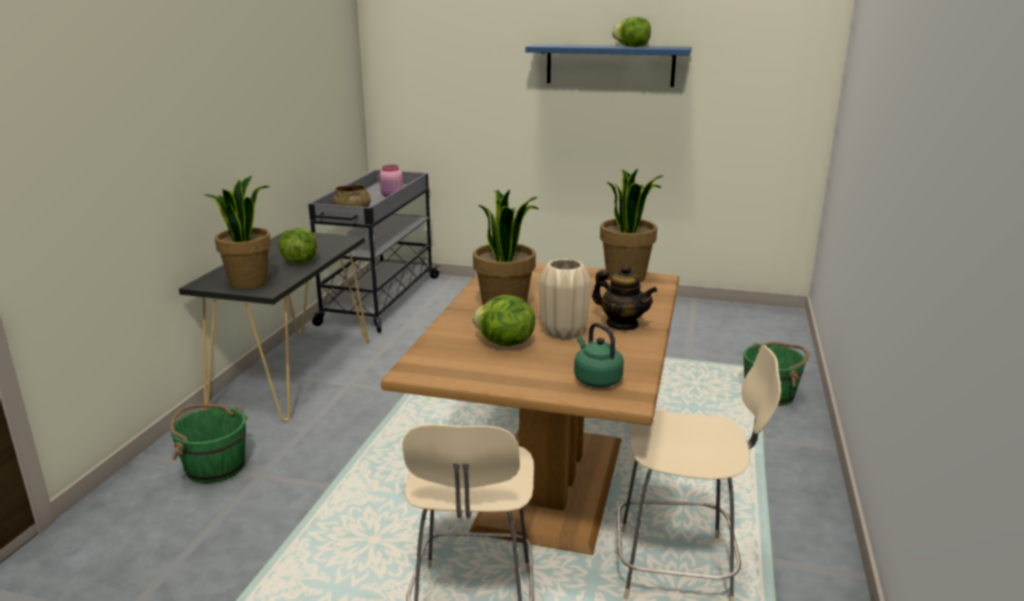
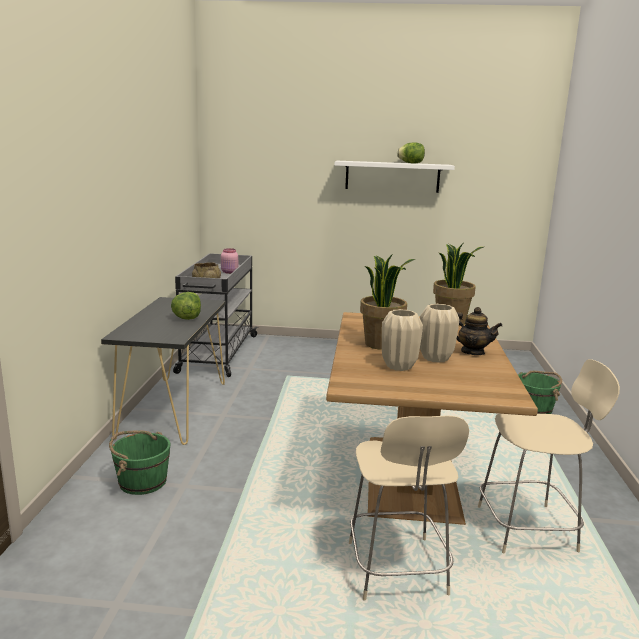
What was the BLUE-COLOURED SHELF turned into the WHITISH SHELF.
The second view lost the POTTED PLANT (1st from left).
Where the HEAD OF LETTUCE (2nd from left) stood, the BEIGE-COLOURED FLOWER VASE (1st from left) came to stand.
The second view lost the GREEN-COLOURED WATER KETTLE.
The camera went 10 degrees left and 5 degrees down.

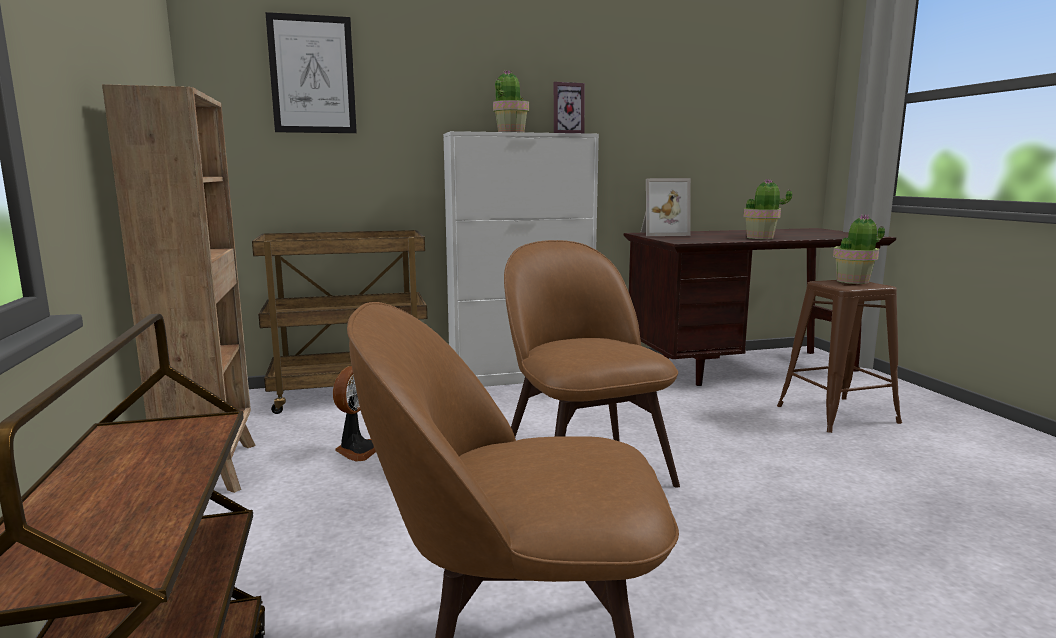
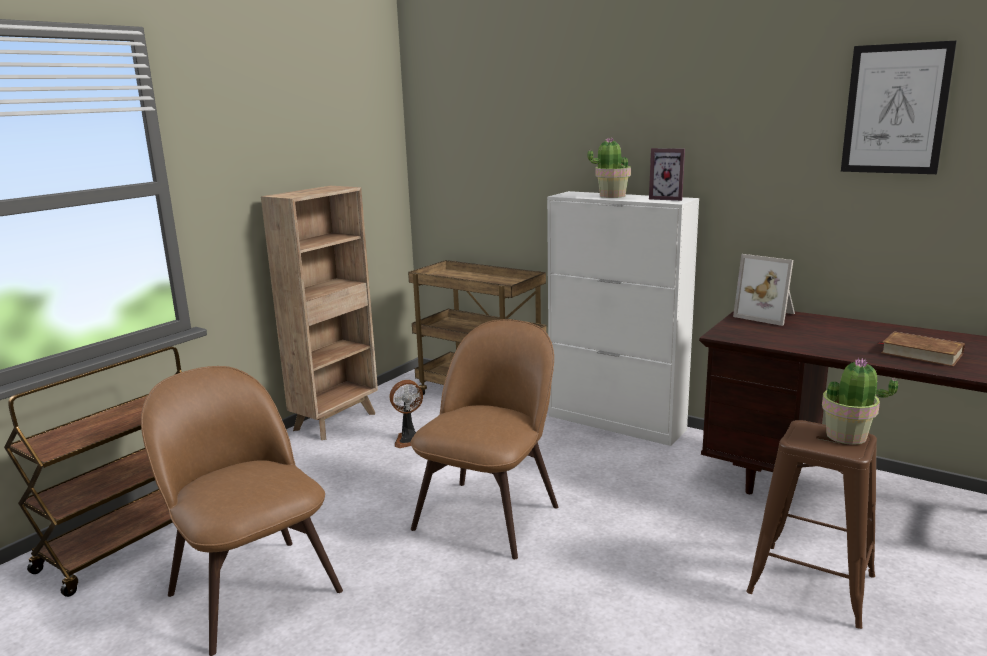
The WALL PICTURE ended up elsewhere.
The second view lost the POTTED PLANT (2nd from left).
The second view gained the BROWN-COLOURED VOLUME.
The camera went 50 degrees right and 5 degrees up.

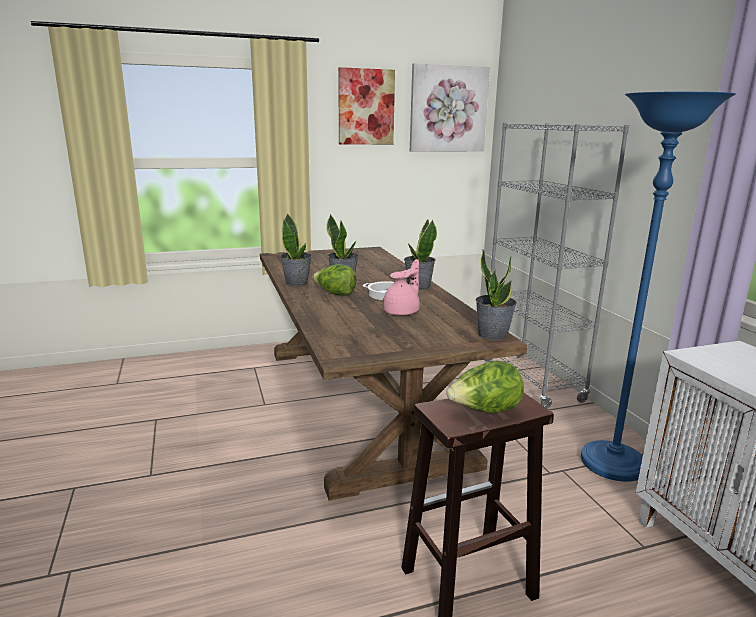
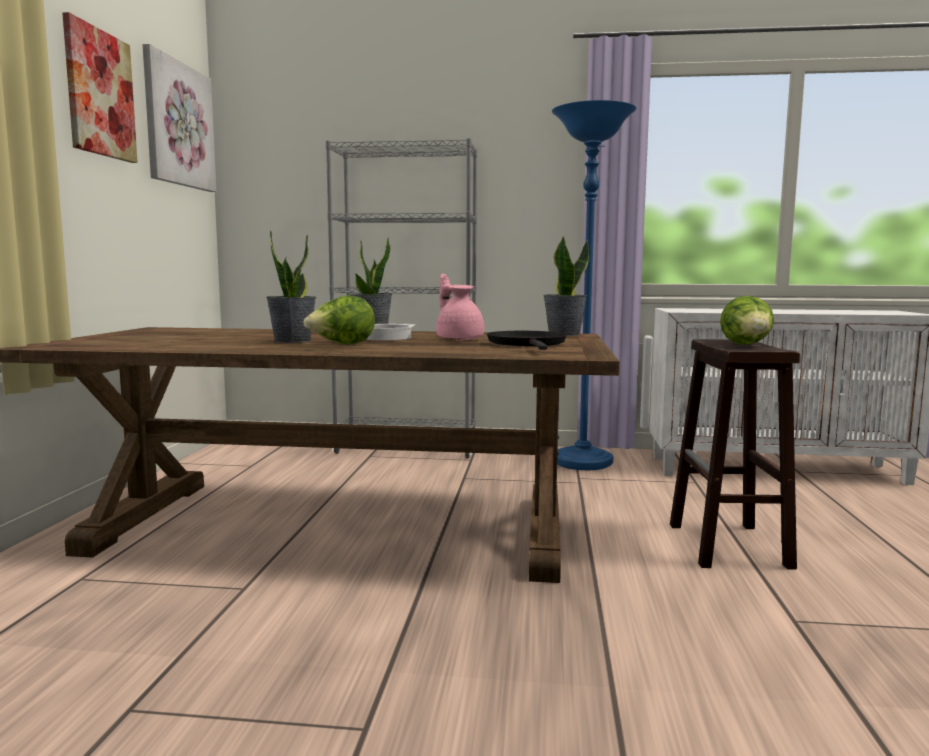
The second view lost the POTTED PLANT (1st from left).
The second view gained the BLACK FRYING PAN.
The camera went 65 degrees left and 10 degrees down.

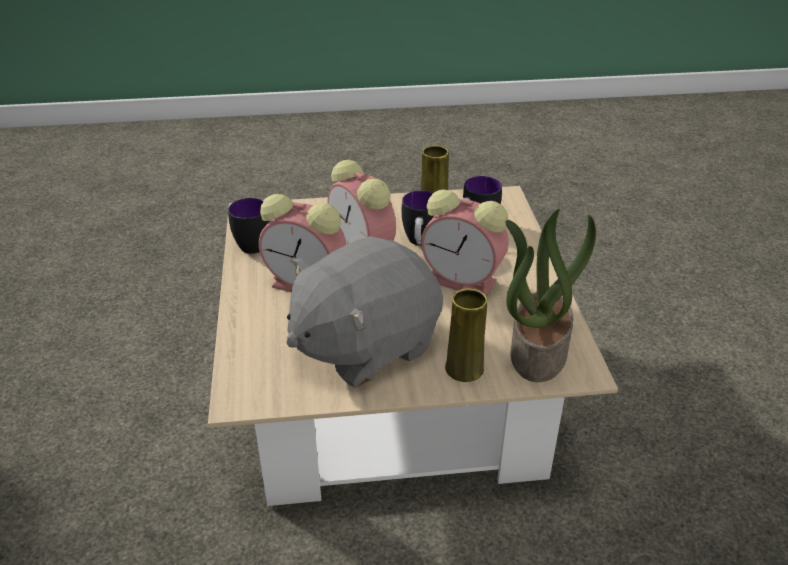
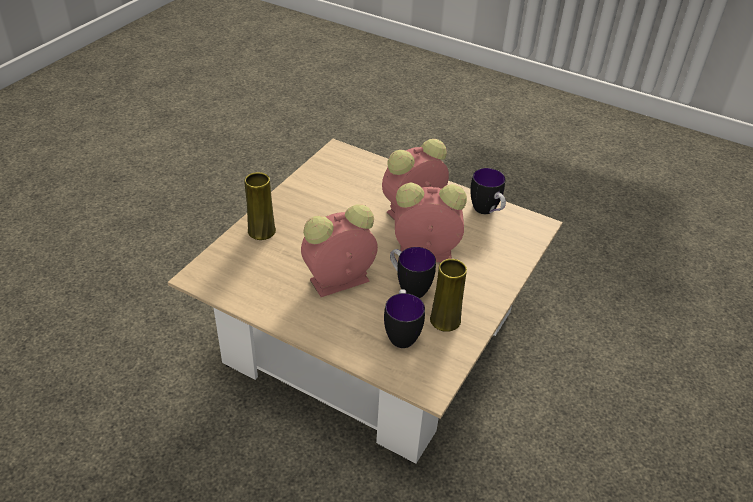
The second view lost the POTTED PLANT.
The second view lost the GRAY SOFT TOY.
The camera went 125 degrees right and 5 degrees up.

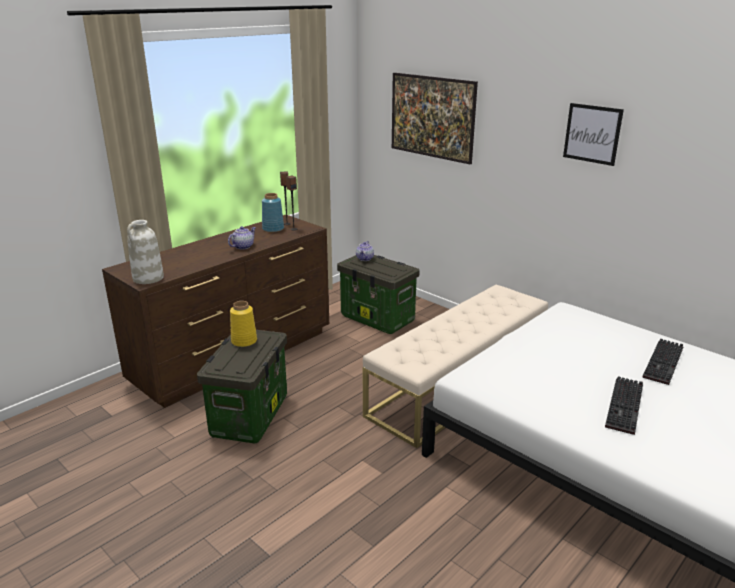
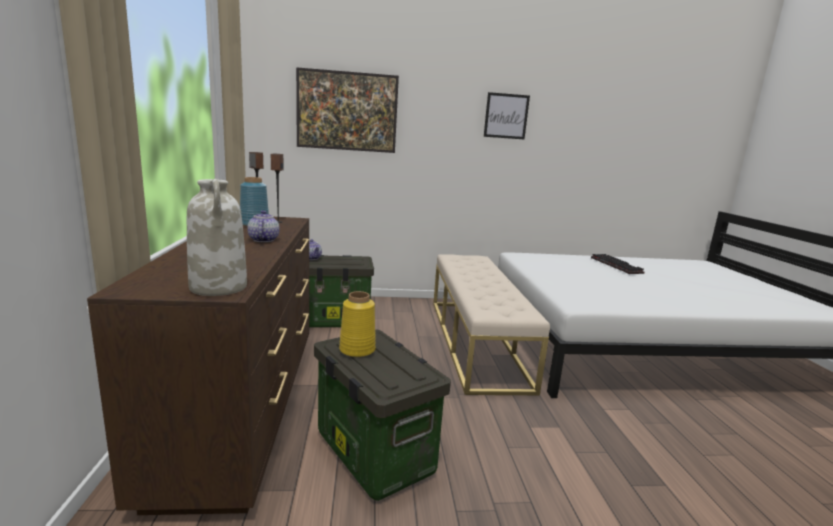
The second view lost the KEYBOARD (1st from left).
The camera went 50 degrees left and 10 degrees down.

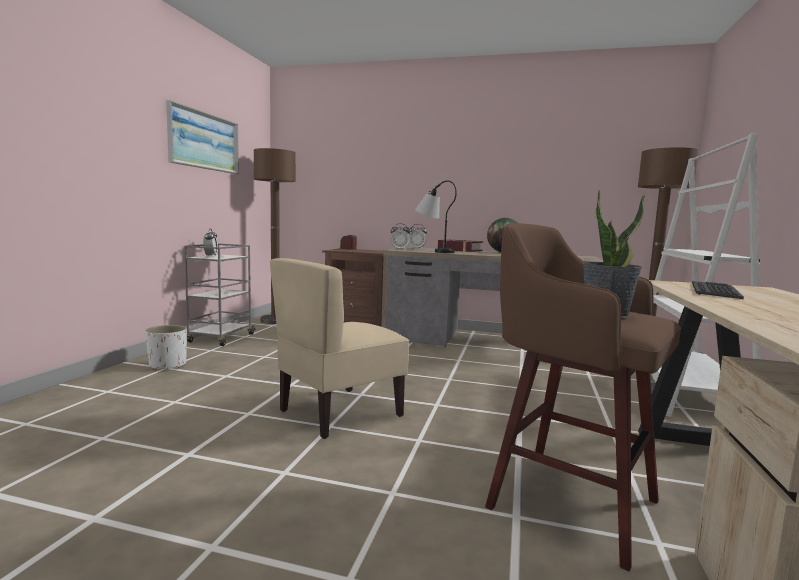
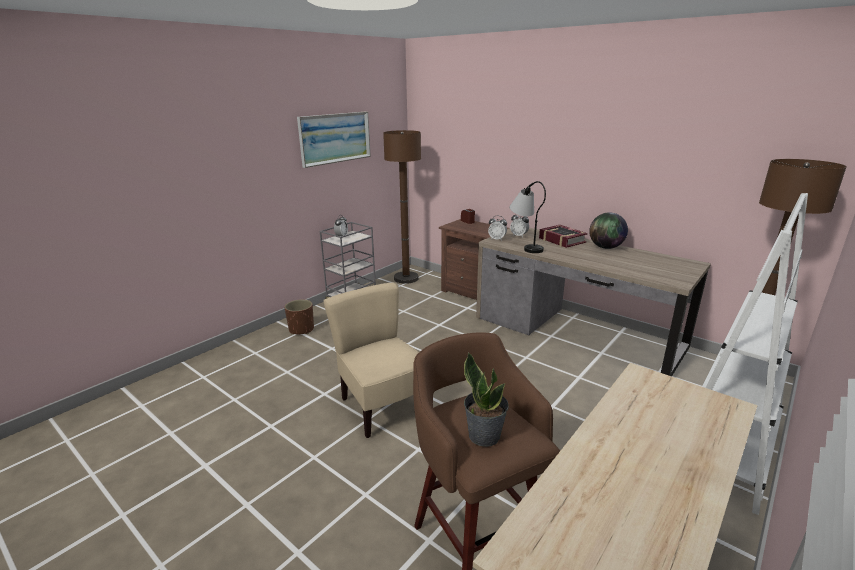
The BEIGE-COLOURED PLAIN CHAIR ended up facing another way, 75 degrees clockwise from before.
The second view lost the KEYBOARD.
What was the WHITISH PLANT POT turned into the BROWN-COLOURED PLANT POT.
The camera went 25 degrees right and 15 degrees up.

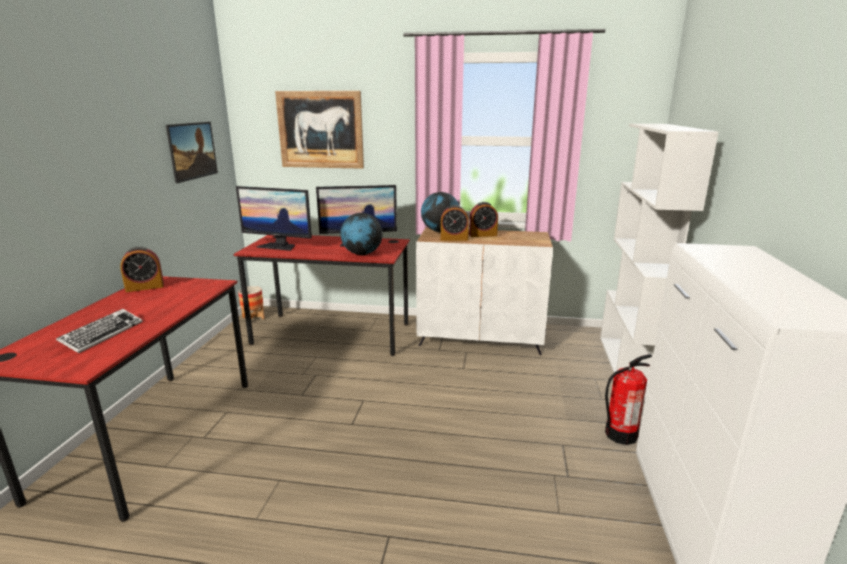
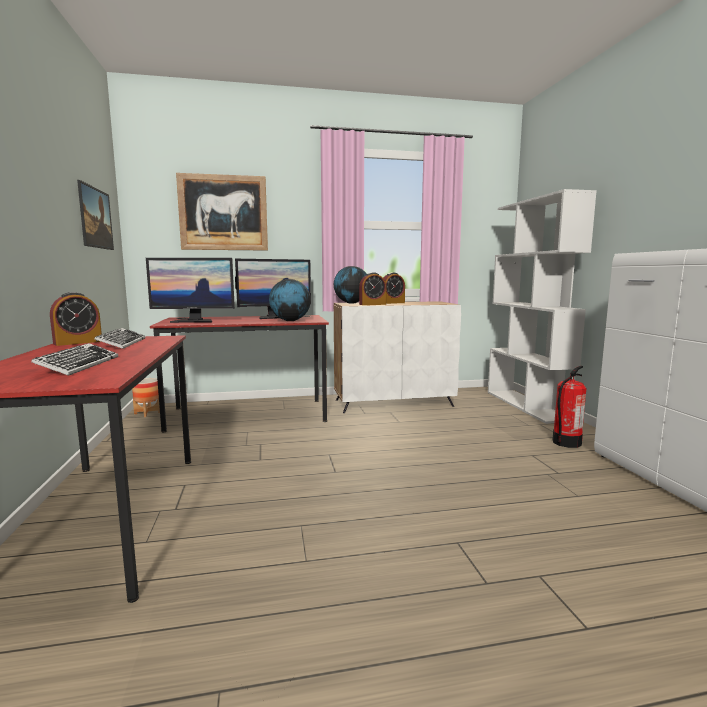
The second view gained the KEYBOARD (2nd from left).
The camera went 20 degrees left and 10 degrees down.

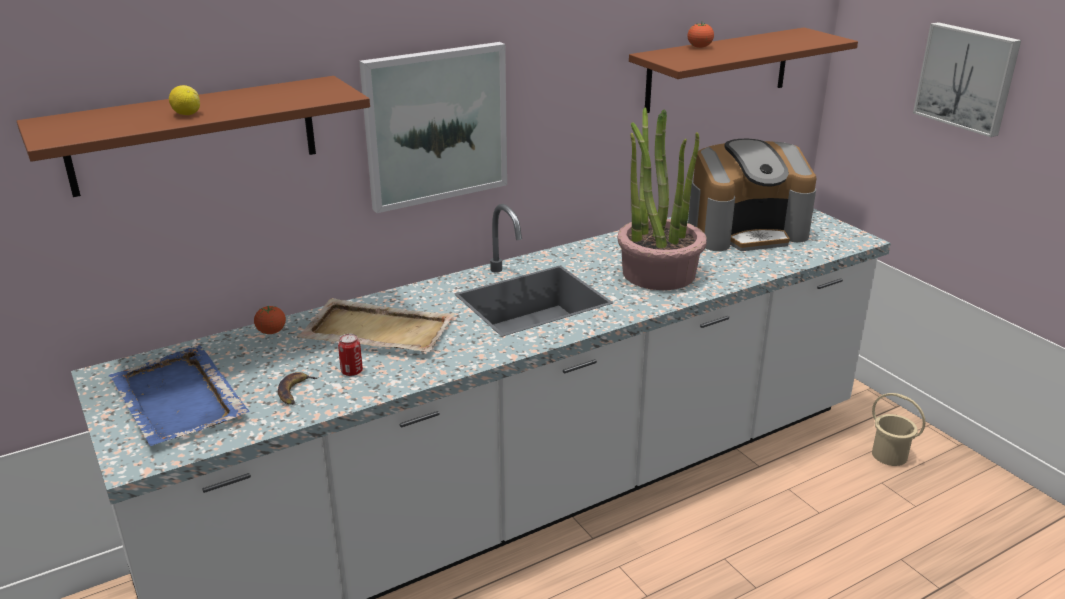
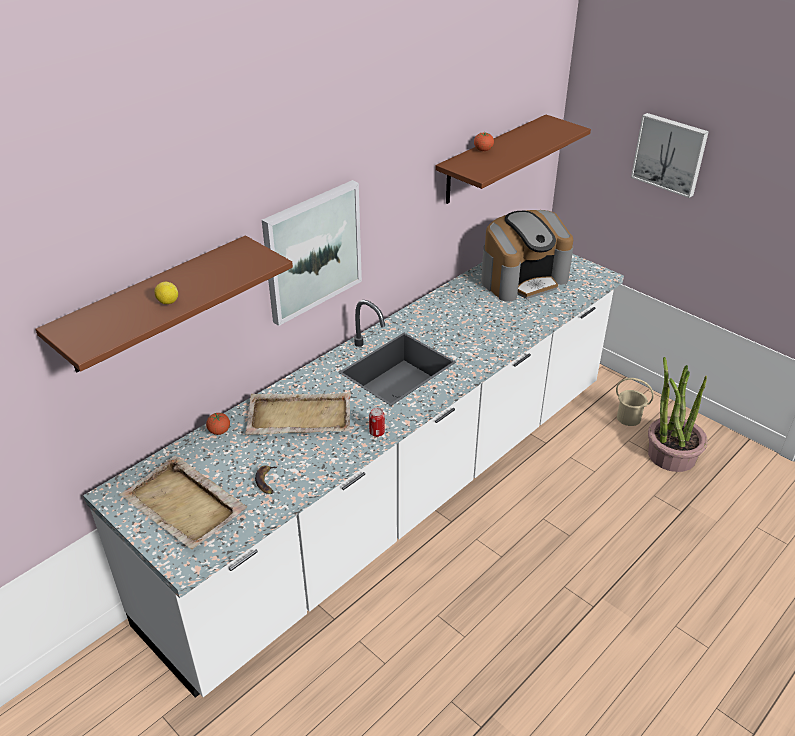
The POTTED PLANT ended up elsewhere.
The SEALED CAN ended up elsewhere.
What was the BLUE-COLOURED CARRYING TRAY turned into the BEIGE-COLOURED CARRYING TRAY (1st from left).
The camera went 15 degrees left and 10 degrees up.

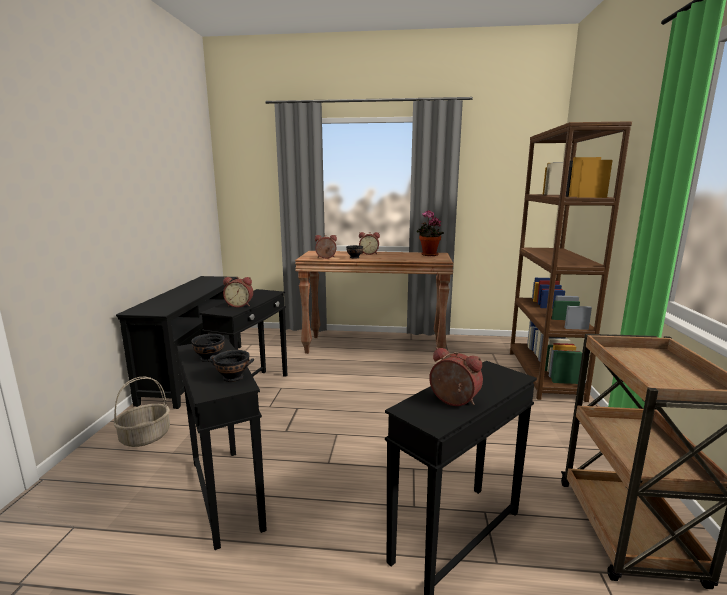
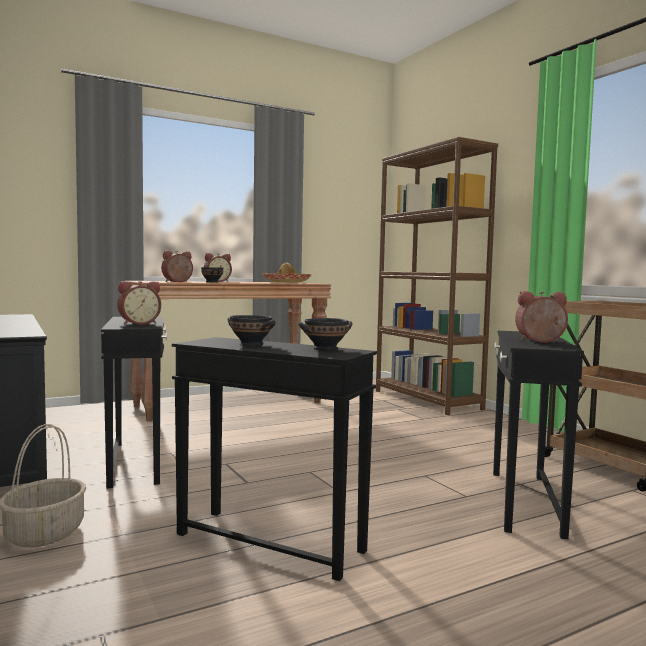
Where the POTTED PLANT stood, the HAT came to stand.
The camera went 35 degrees left and 10 degrees down.

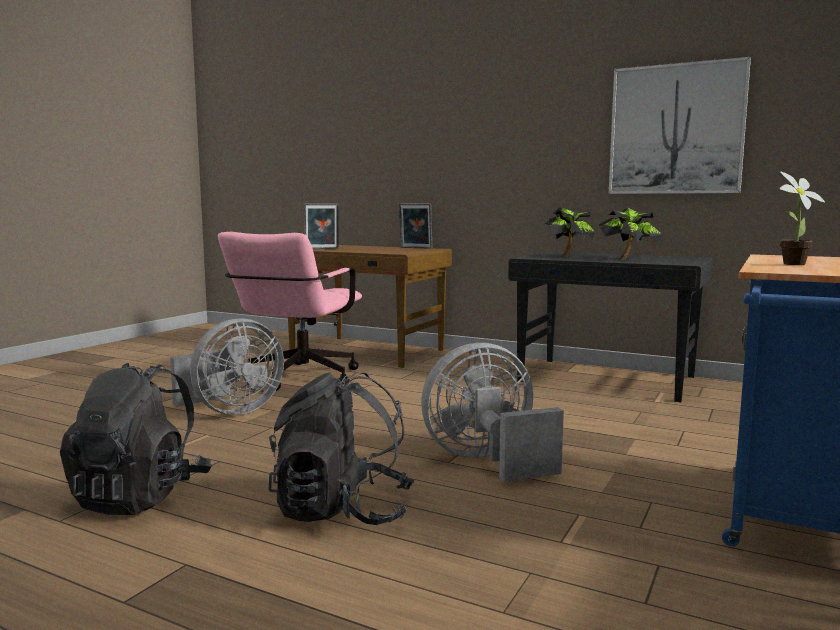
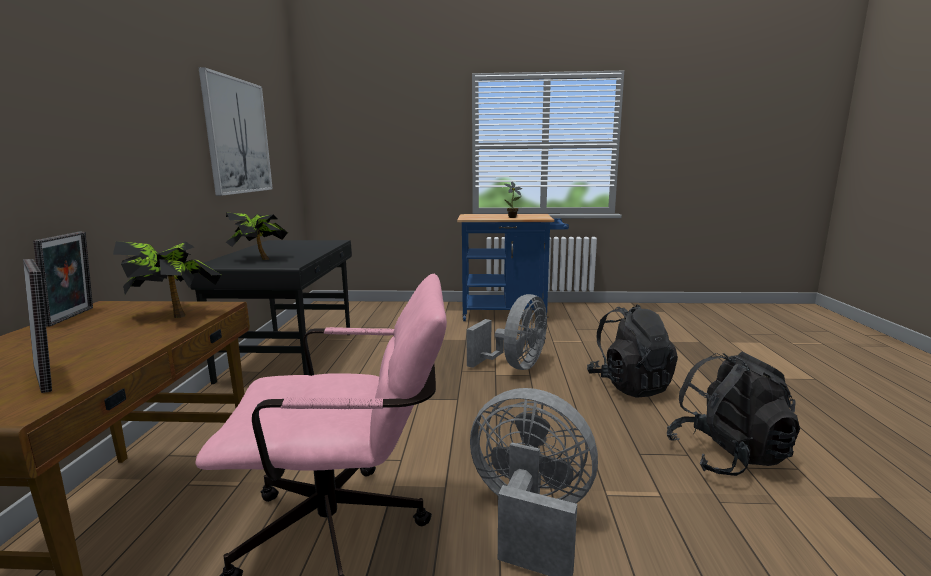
The POTTED PLANT (2nd from left in the first image) ended up elsewhere.
The GRAY FAN (2nd from left in the first image) ended up facing another way, 105 degrees counterclockwise from before.
The camera went 115 degrees left and 5 degrees up.

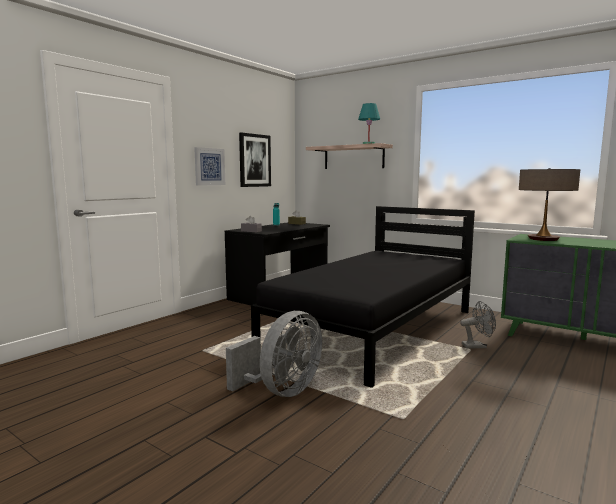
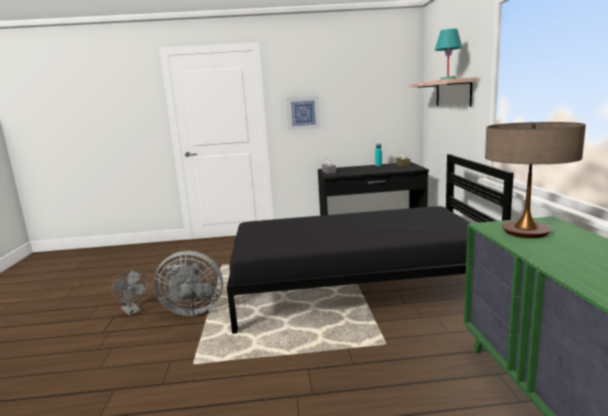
The second view lost the WALL PICTURE (2nd from left).
The GRAY FAN (2nd from left in the first image) ended up elsewhere.
The camera went 50 degrees right and 5 degrees up.

